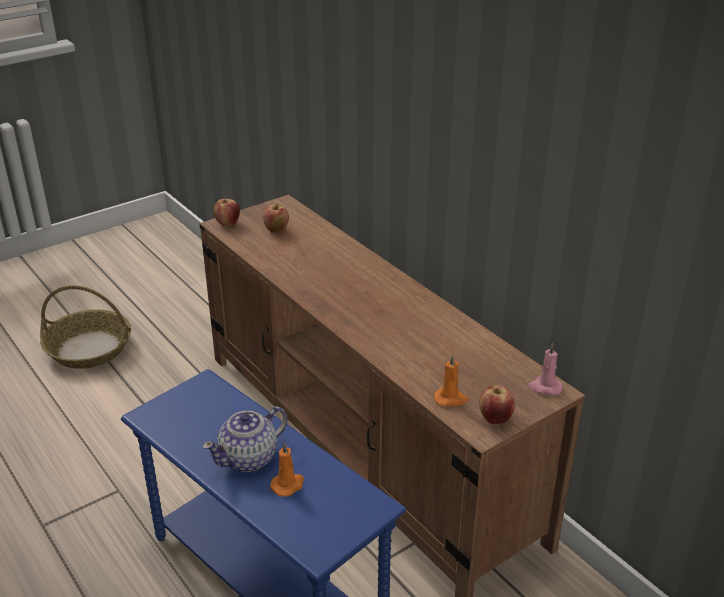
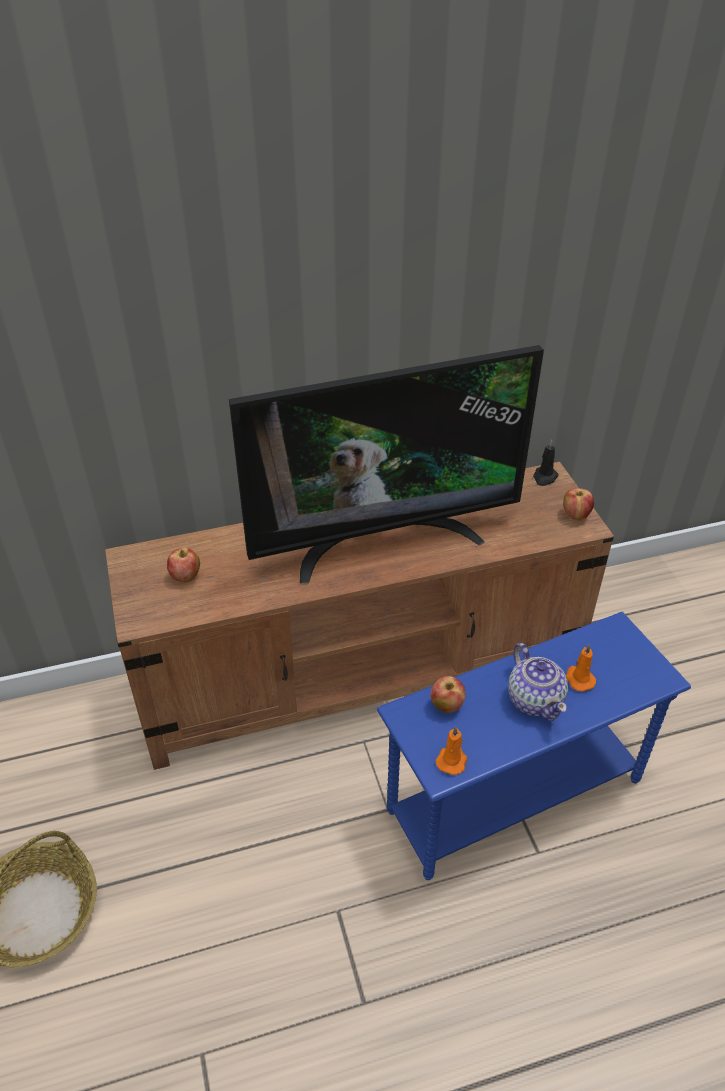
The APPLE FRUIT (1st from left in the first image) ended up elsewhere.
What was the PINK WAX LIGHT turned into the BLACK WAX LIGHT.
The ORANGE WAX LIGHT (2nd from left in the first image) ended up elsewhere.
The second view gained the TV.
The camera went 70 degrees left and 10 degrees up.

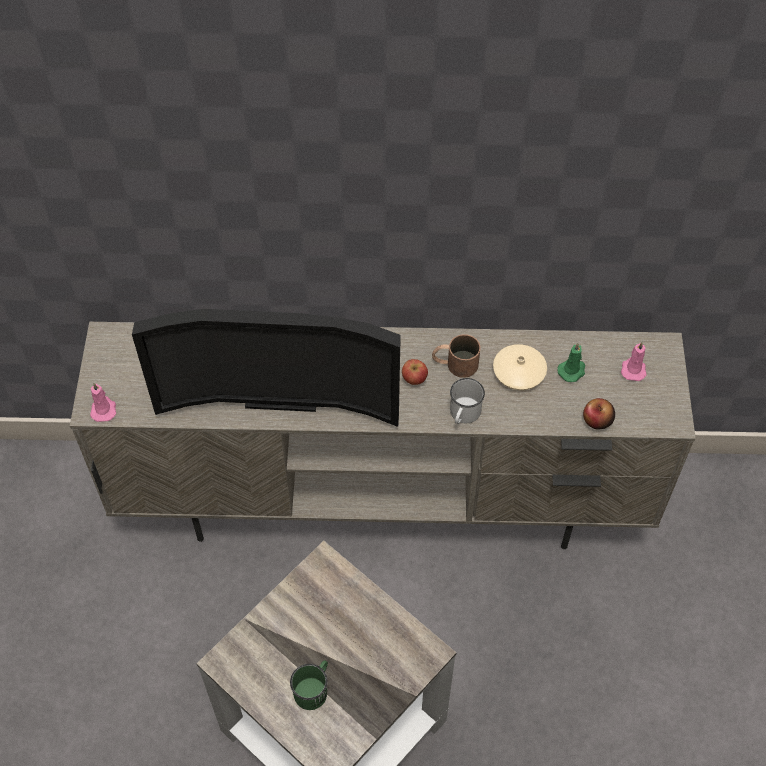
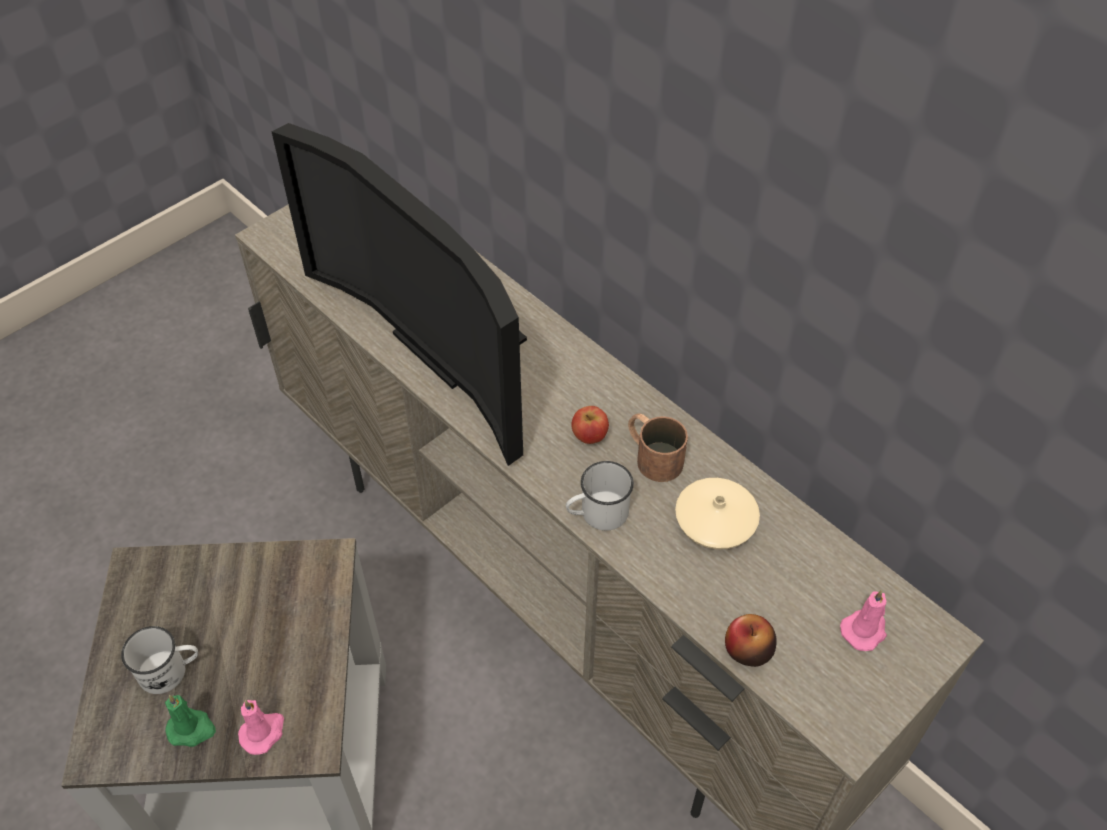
The GREEN-COLOURED WAX LIGHT ended up elsewhere.
The PINK WAX LIGHT (1st from left) ended up elsewhere.
What was the GREEN-COLOURED TEA MUG turned into the WHITISH TEA MUG (1st from left).
The camera went 45 degrees right and 5 degrees down.

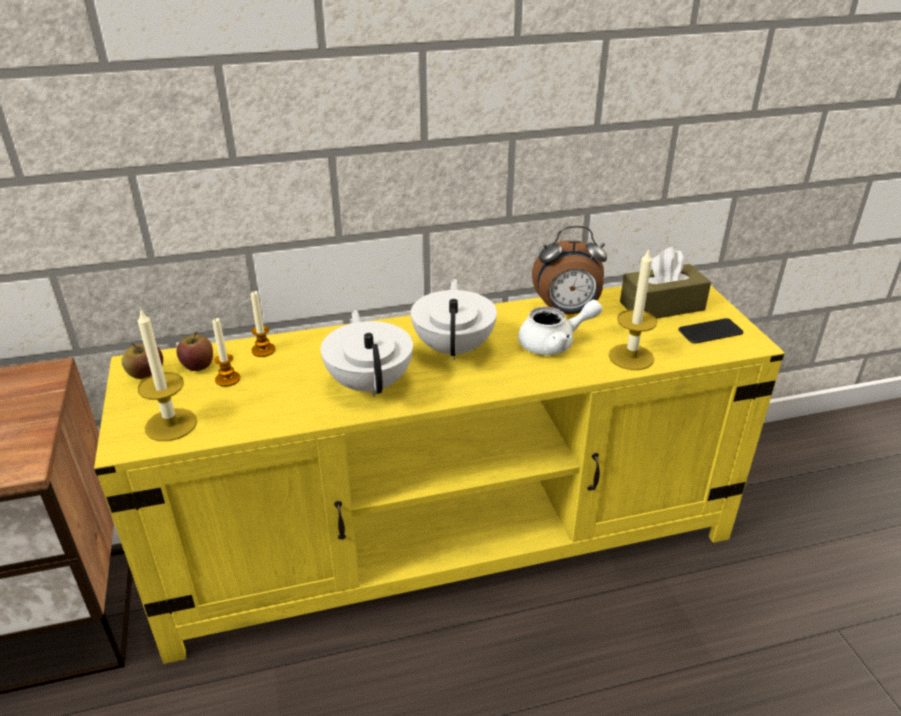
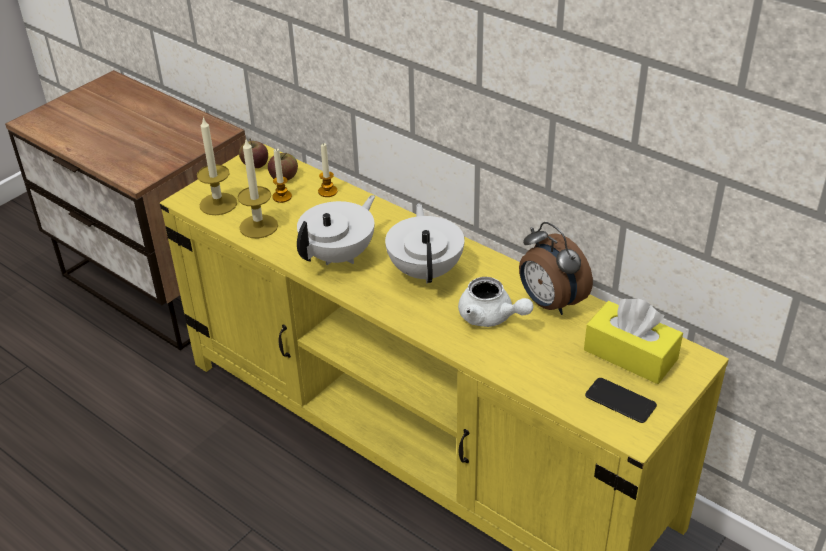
What was the BROWN-COLOURED TISSUE HOLDER turned into the YELLOW-COLOURED TISSUE HOLDER.
The WAX LIGHT (4th from left in the first image) ended up elsewhere.
The WHITISH TEAPOT (2nd from left) ended up facing another way, 60 degrees counterclockwise from before.
The camera went 55 degrees right and 5 degrees up.

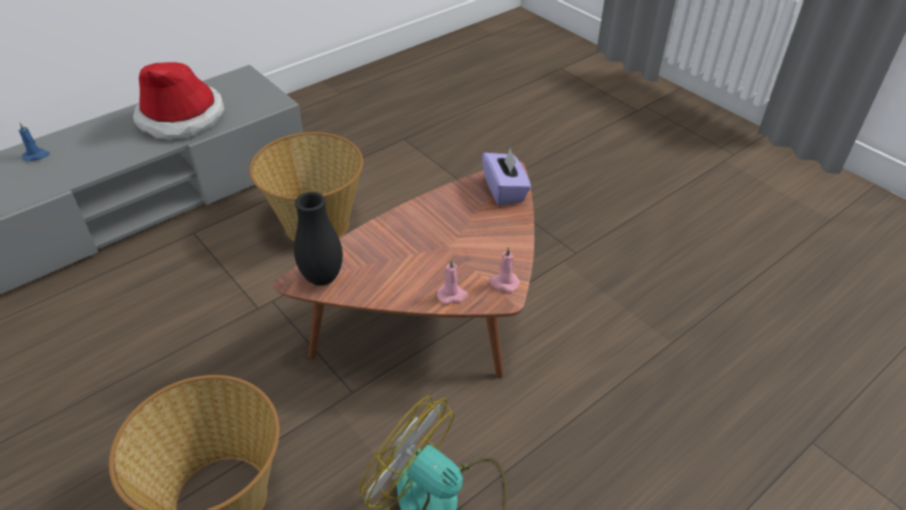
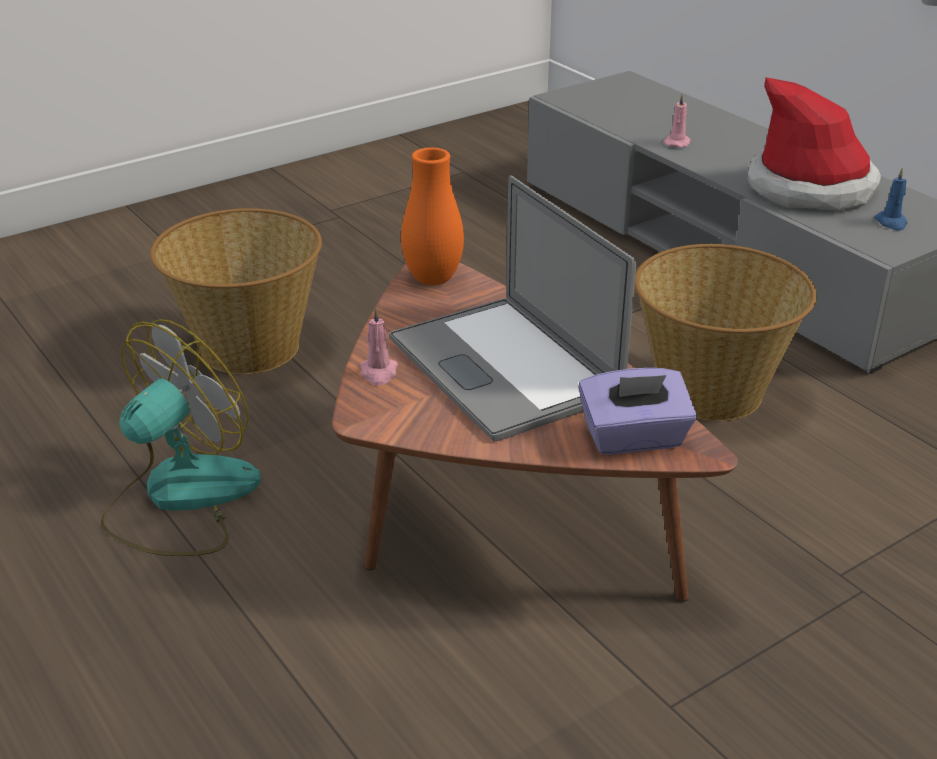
The BLUE-COLOURED WAX LIGHT ended up elsewhere.
What was the BLACK FLOWER VASE turned into the ORANGE FLOWER VASE.
The PINK WAX LIGHT (2nd from left) ended up elsewhere.
The second view gained the NOTEBOOK COMPUTER.
The camera went 95 degrees right and 10 degrees down.

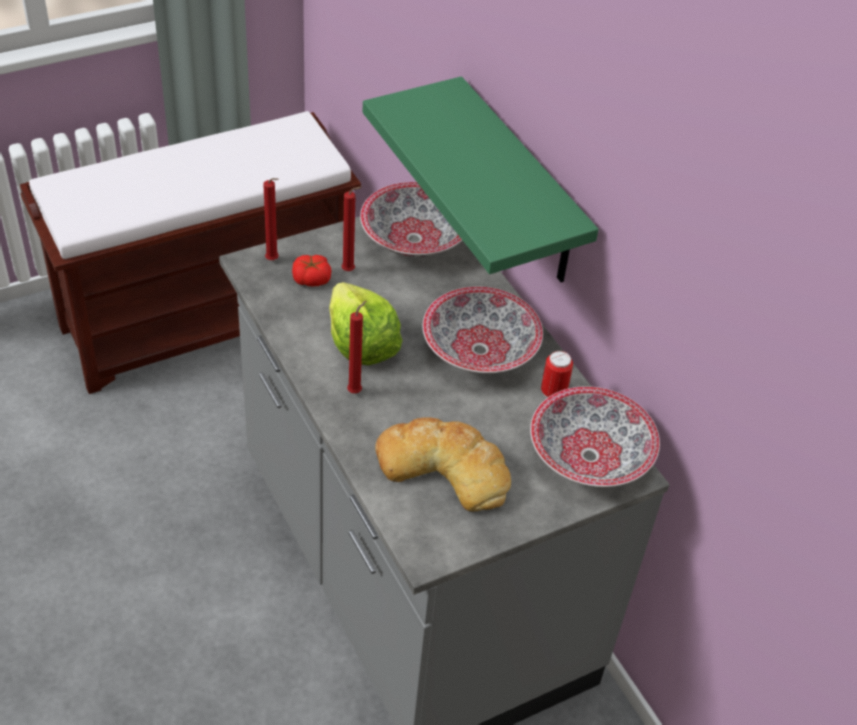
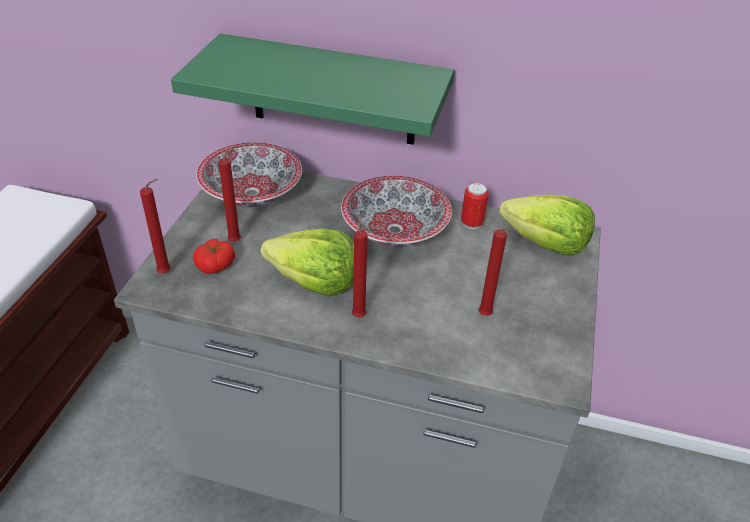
Where the DEEP DISH (3rd from left) stood, the HEAD OF LETTUCE (2nd from left) came to stand.
Where the BAKERY BREAD stood, the RED WAX LIGHT (4th from left) came to stand.
The camera went 45 degrees left and 5 degrees down.

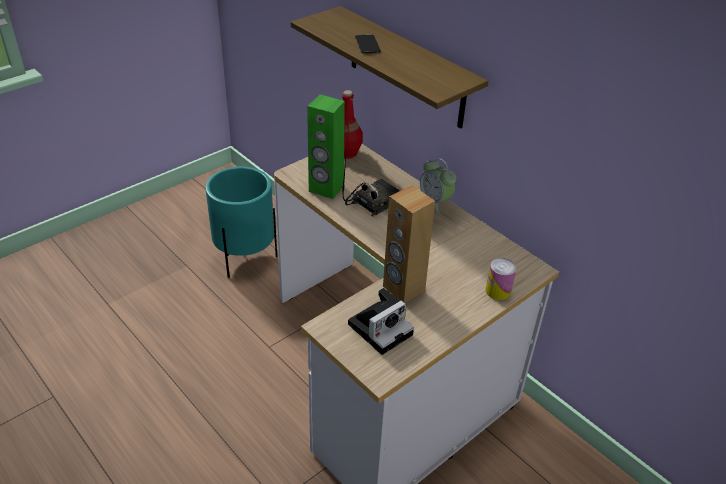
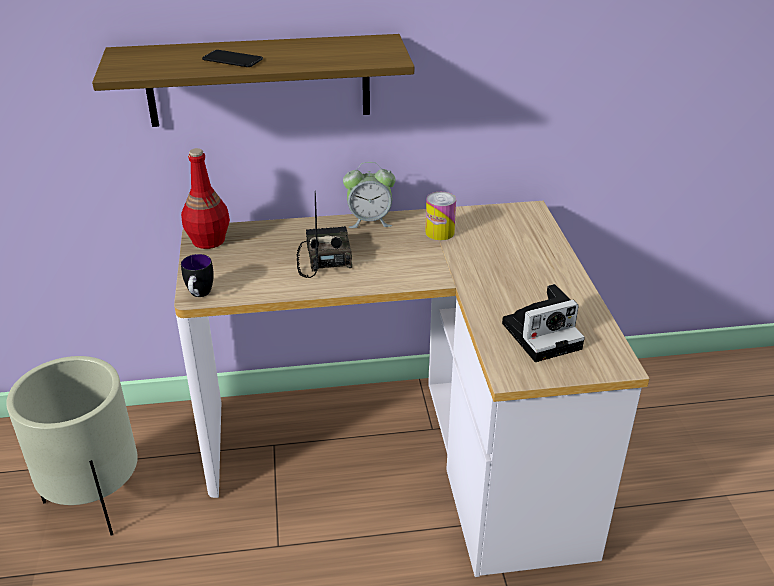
The second view lost the GREEN-COLOURED LOUDSPEAKER.
What was the TURQUOISE PLANT POT turned into the BEIGE-COLOURED PLANT POT.
The second view lost the BROWN-COLOURED LOUDSPEAKER.
The SEALED CAN ended up elsewhere.
The PHOTO CAMERA ended up facing another way, 75 degrees clockwise from before.
The second view gained the TEA MUG.
The camera went 55 degrees left and 5 degrees down.

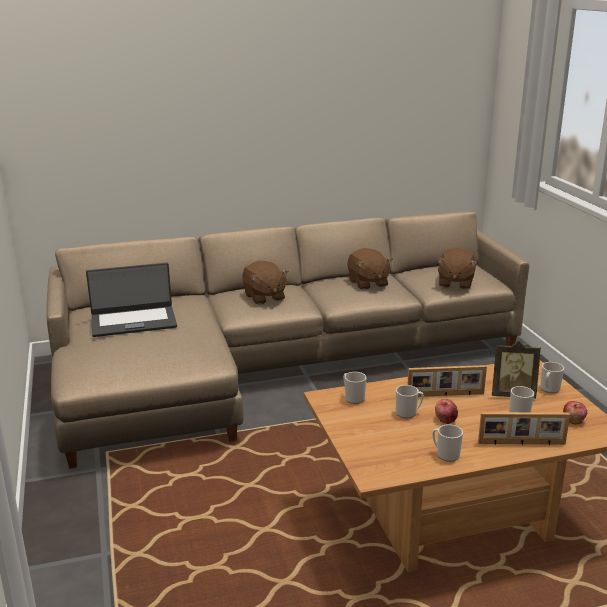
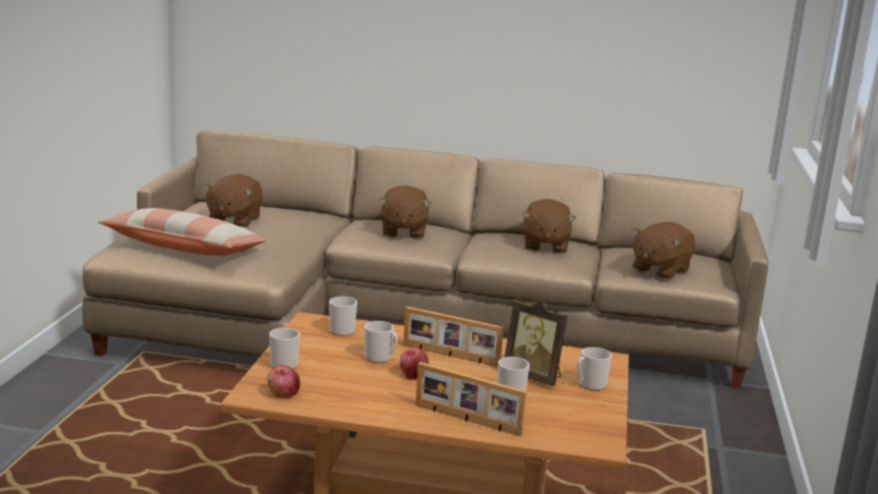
Where the NOTEBOOK COMPUTER stood, the BROWN-COLOURED SOFT TOY (1st from left) came to stand.
The APPLE FRUIT (2nd from left in the first image) ended up elsewhere.
The TEA MUG (3rd from left in the first image) ended up elsewhere.
The second view gained the CUSHION.
The camera went 25 degrees right and 5 degrees down.

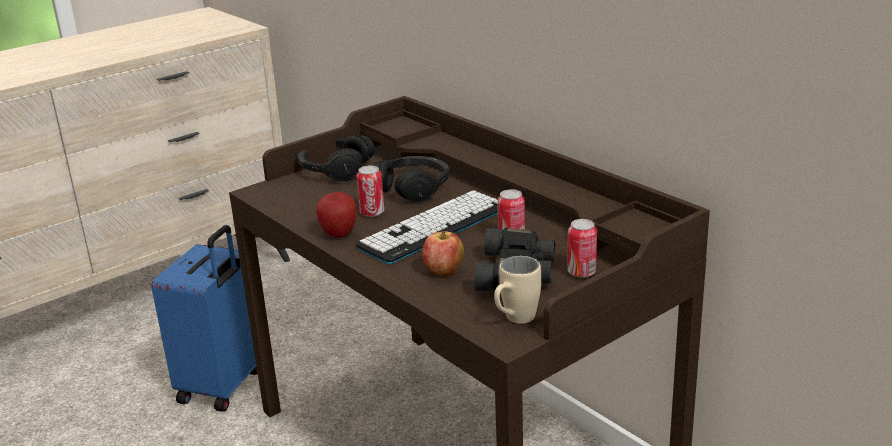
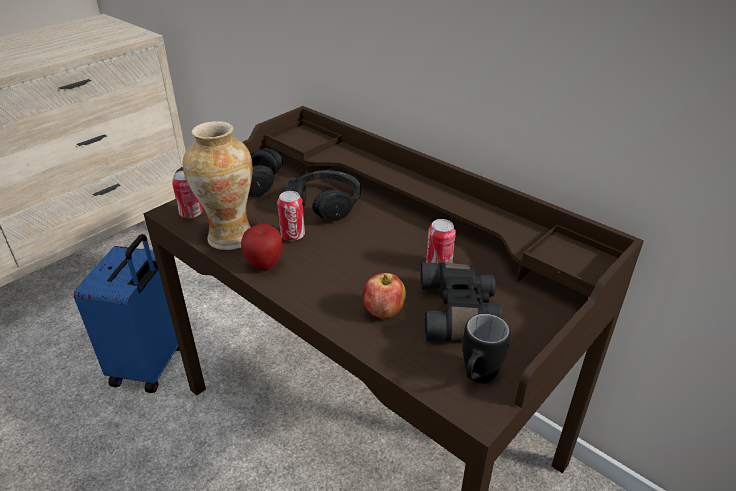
The second view lost the KEYBOARD.
The SEALED CAN (3rd from left in the first image) ended up elsewhere.
What was the BEIGE-COLOURED TEA MUG turned into the BLACK TEA MUG.
The second view gained the FLOWER VASE.
The camera went 10 degrees left and 10 degrees up.

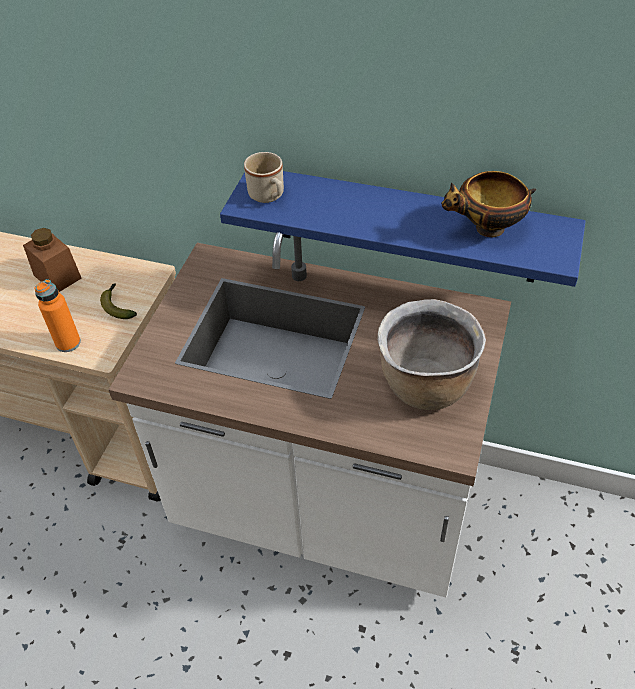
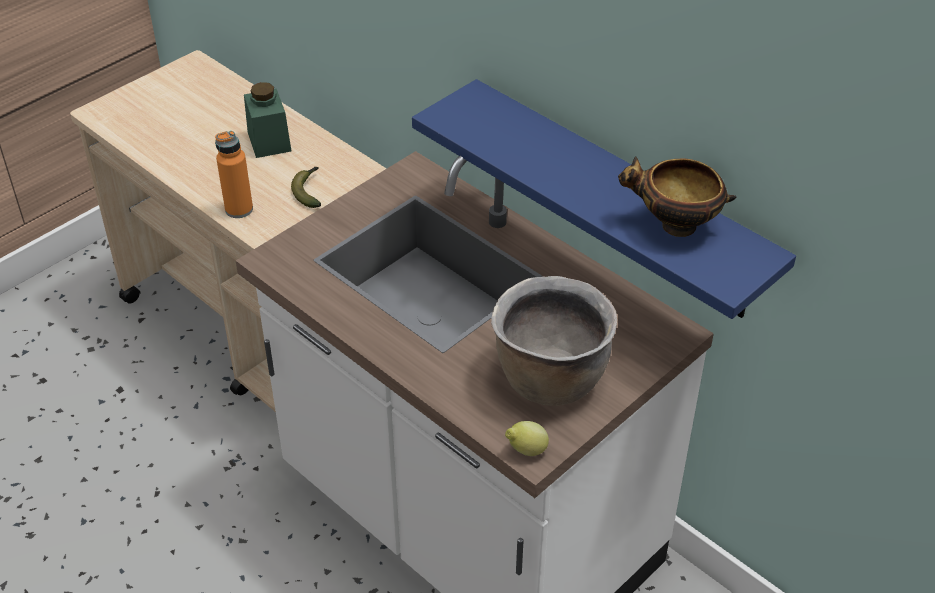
The second view lost the BEIGE-COLOURED TEA MUG.
What was the BROWN-COLOURED JAR turned into the GREEN-COLOURED JAR.
The second view gained the LEMON.
The camera went 25 degrees right and 5 degrees down.

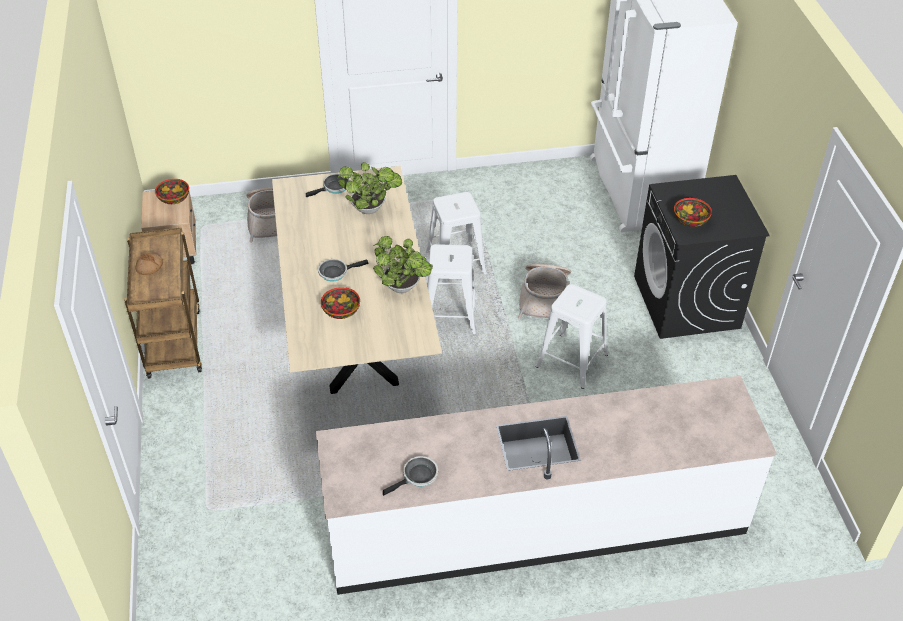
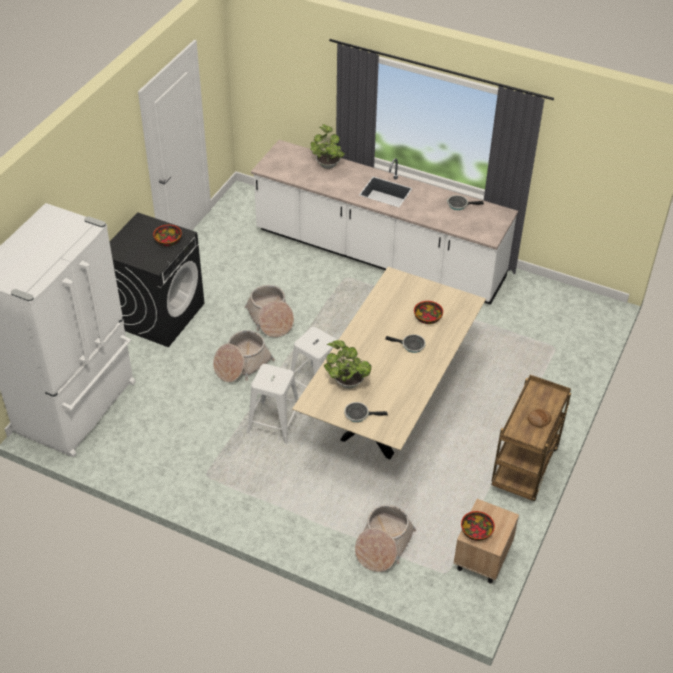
The POTTED PLANT (2nd from left in the first image) ended up elsewhere.
Where the WHITISH STOOL (3rd from left) stood, the STORAGE BASKET (2nd from left) came to stand.
The camera went 145 degrees left and 0 degrees up.

